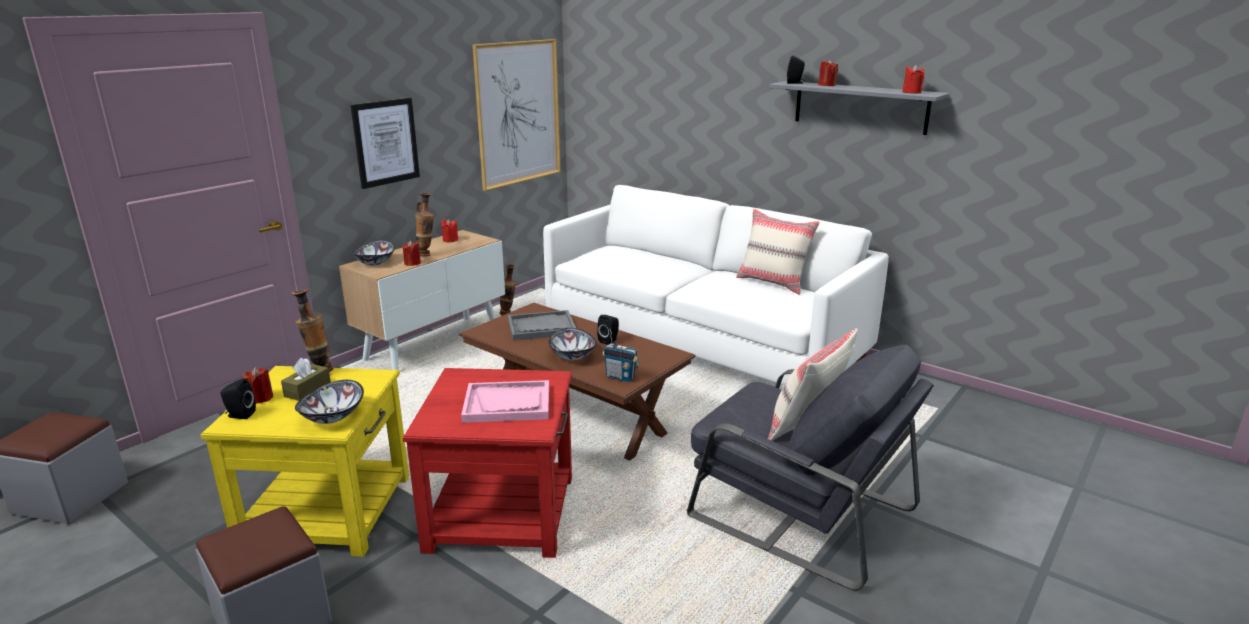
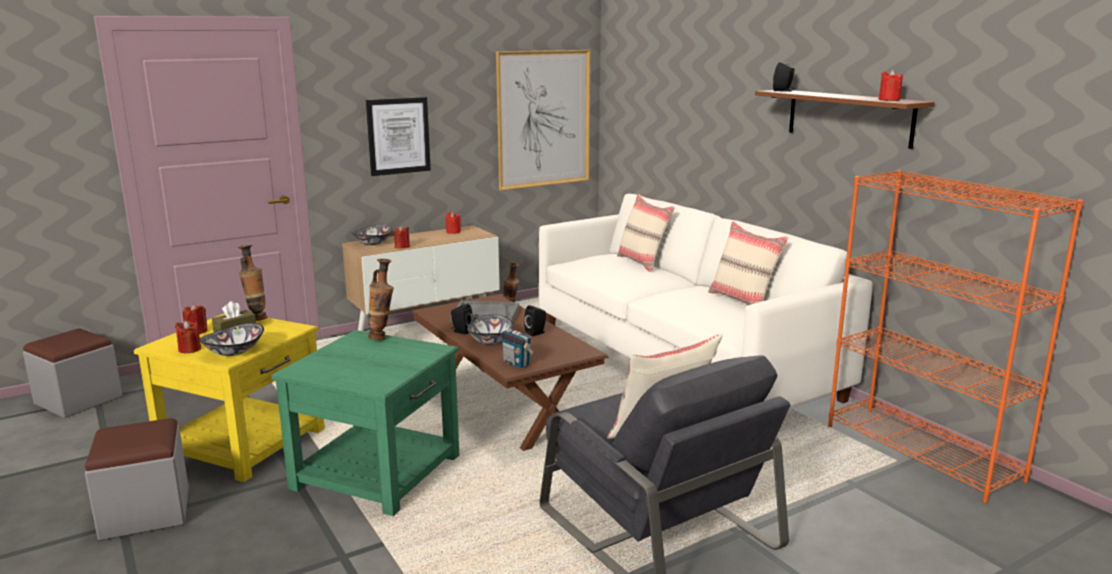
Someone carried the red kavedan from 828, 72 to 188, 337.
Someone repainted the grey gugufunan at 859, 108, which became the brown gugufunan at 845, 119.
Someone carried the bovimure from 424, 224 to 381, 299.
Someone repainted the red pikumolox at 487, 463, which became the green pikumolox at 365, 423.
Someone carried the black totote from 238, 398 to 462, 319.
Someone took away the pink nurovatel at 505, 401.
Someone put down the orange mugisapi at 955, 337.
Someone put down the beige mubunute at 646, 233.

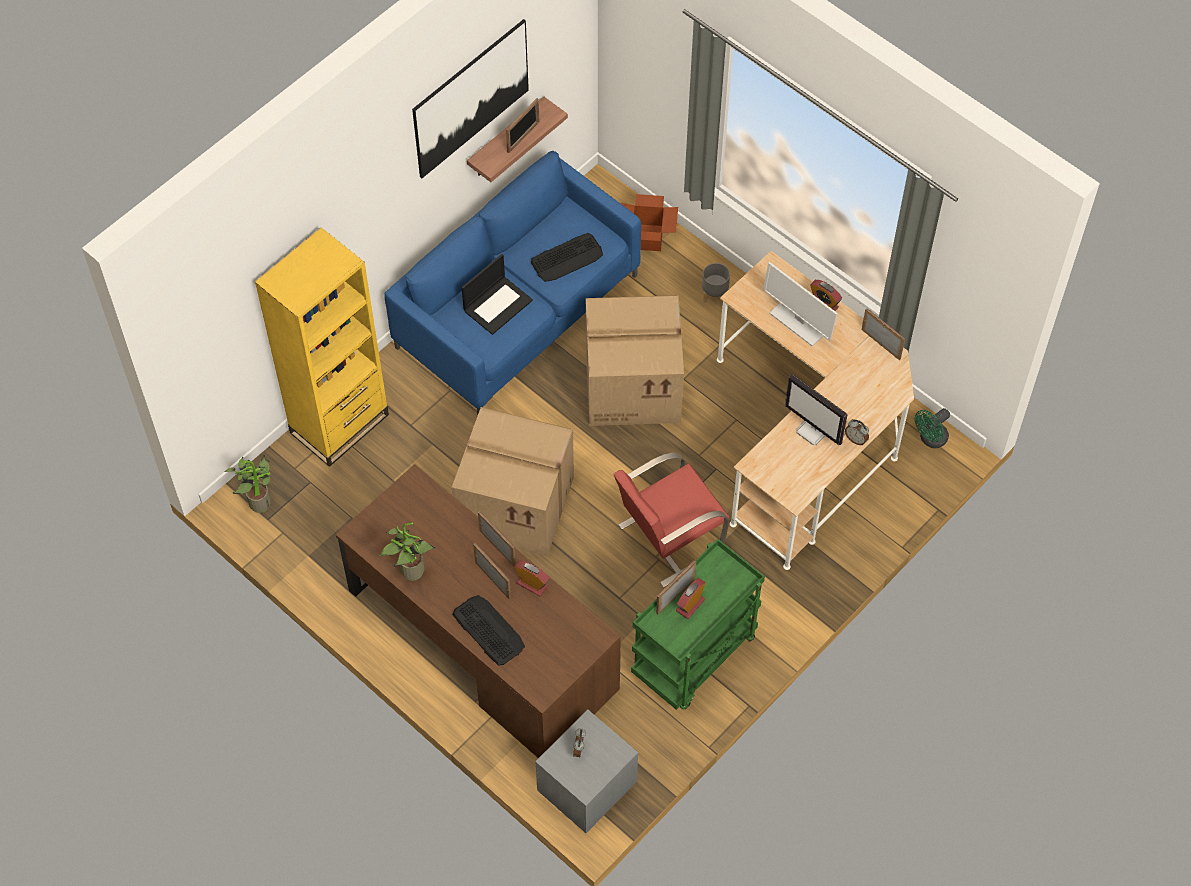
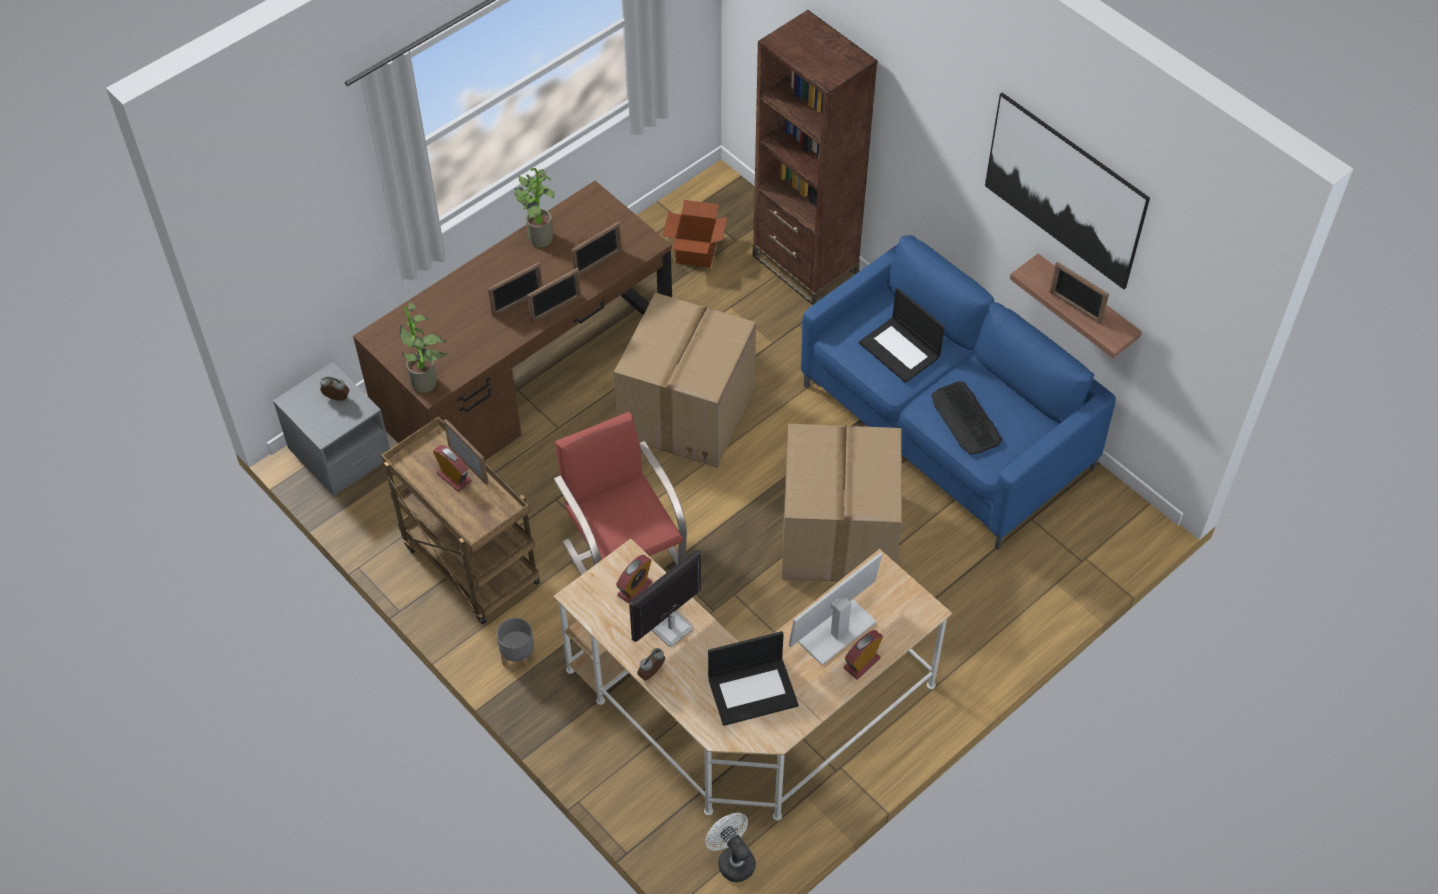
Someone carried the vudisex from 649, 222 to 694, 234.
Someone repainted the yellow mugisapi at 322, 347, which became the brown mugisapi at 815, 157.
Someone carried the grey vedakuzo from 716, 283 to 516, 644.
Someone carried the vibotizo from 883, 334 to 596, 249.
Someone repainted the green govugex at 932, 428, which became the white govugex at 730, 847.
Someone carried the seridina from 247, 483 to 423, 346.
Someone repainted the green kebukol at 698, 624, which became the brown kebukol at 460, 520.
Someone carried the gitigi from 532, 578 to 634, 578.
Someone took away the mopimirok at 489, 630.
Someone put down the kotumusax at 753, 678.

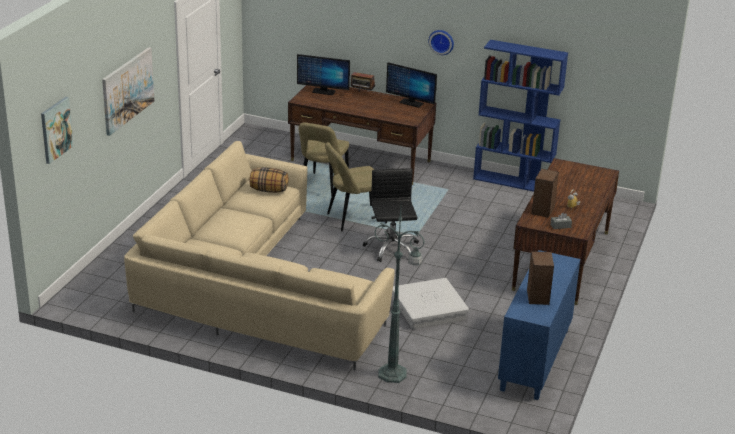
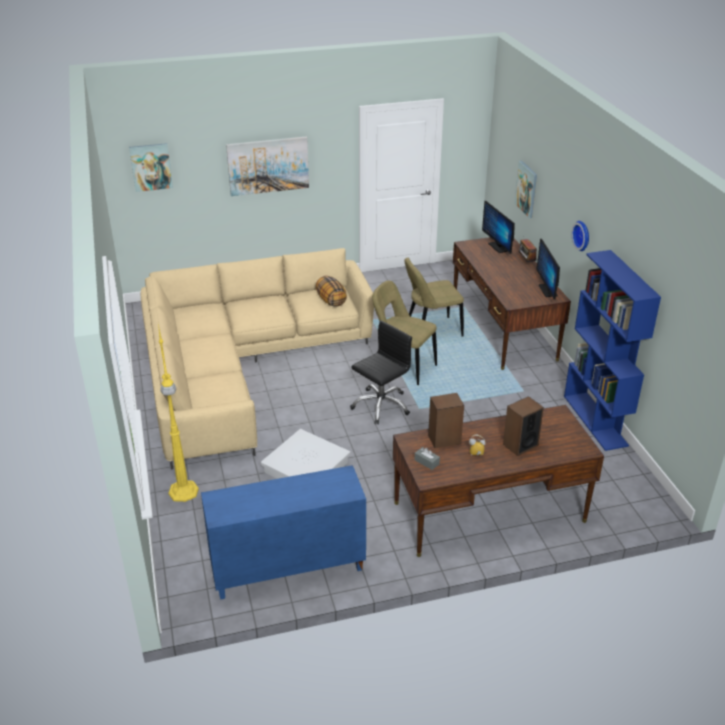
Someone repainted the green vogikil at 399, 295, which became the yellow vogikil at 178, 413.
Someone carried the totote from 540, 278 to 523, 426.
Someone put up the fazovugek at 526, 189.

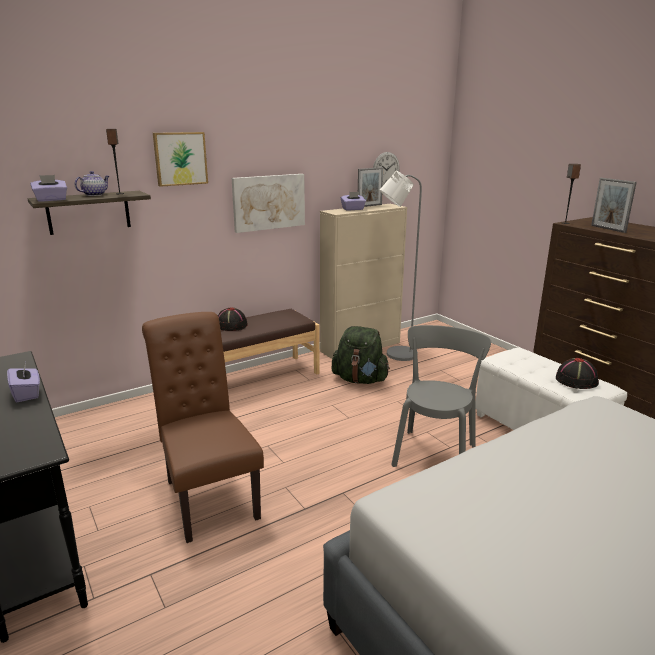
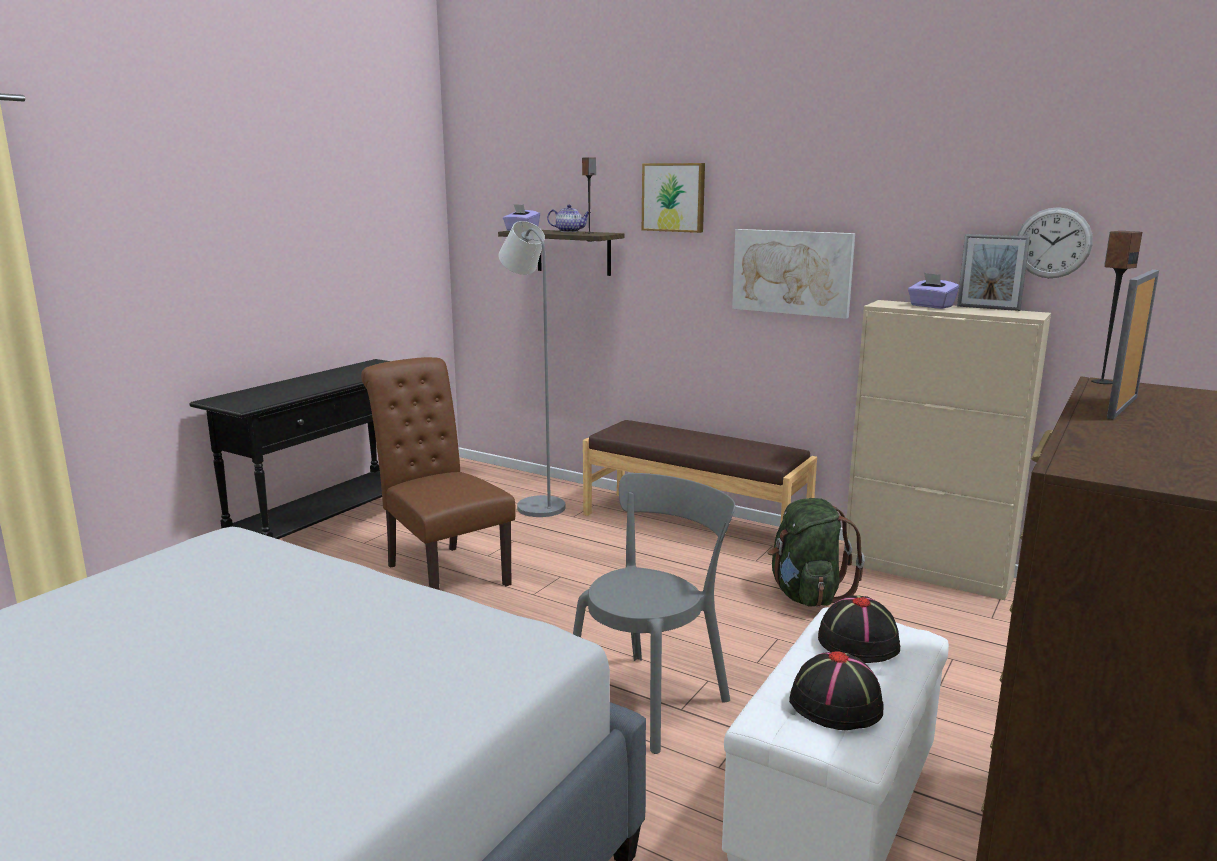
Someone carried the grey vogikil from 400, 266 to 532, 369.
Someone carried the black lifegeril from 233, 319 to 859, 629.
Someone rotated the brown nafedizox at 203, 427 by 75 degrees counterclockwise.
Someone rotated the grey nafedizox at 441, 396 by 45 degrees counterclockwise.
Someone took away the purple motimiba at 23, 382.

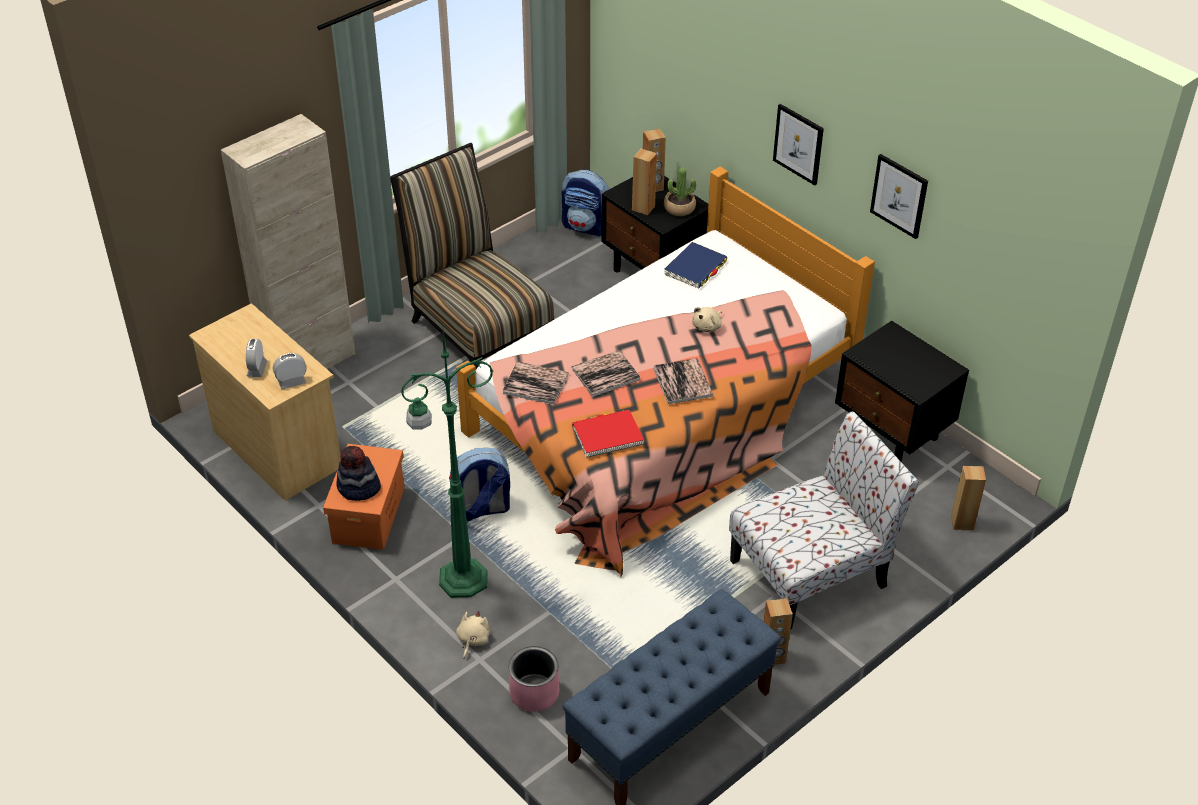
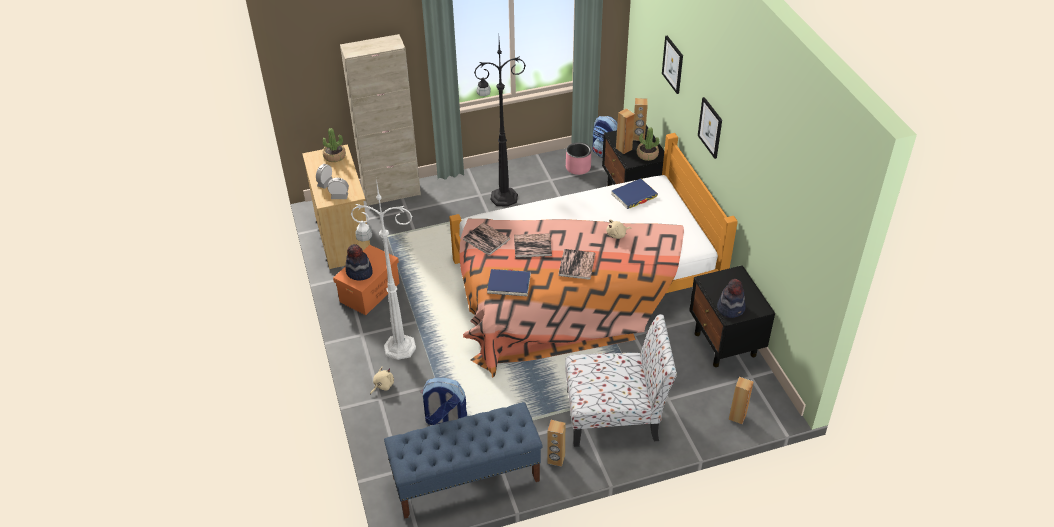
Someone swapped the nafedizox at 472, 256 for the black vogikil at 500, 124.
Someone carried the fazovugek from 899, 196 to 672, 65.
Someone repainted the green vogikil at 447, 464, which became the white vogikil at 383, 269.
Someone repainted the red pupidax at 608, 434, which became the blue pupidax at 509, 282.
Someone carried the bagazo from 479, 484 to 444, 401.
Someone carried the pink vedakuzo from 534, 679 to 578, 158.
Someone put down the seridina at 334, 145.
Someone put down the lifegeril at 731, 298.

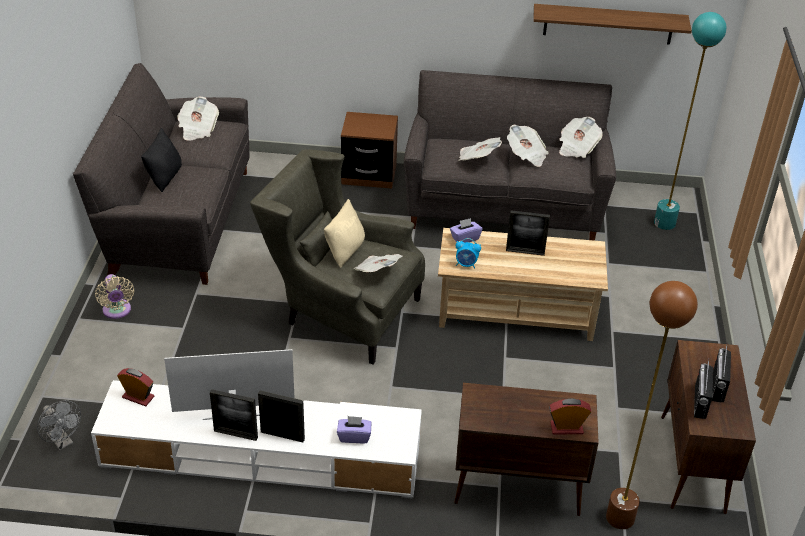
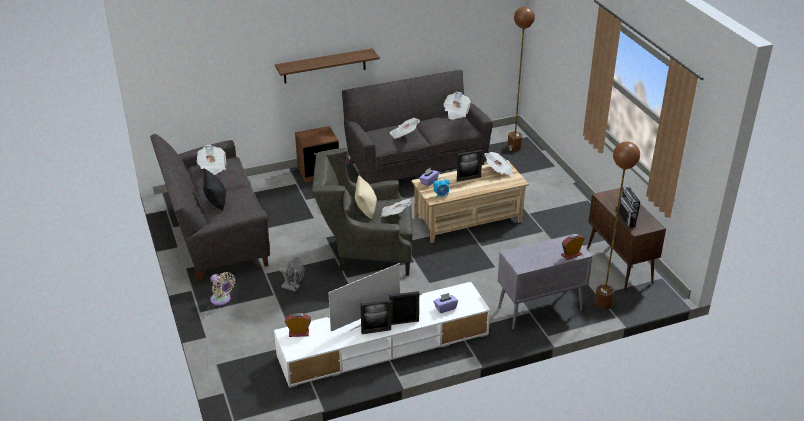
Someone carried the gugufunan from 612, 24 to 327, 65.
Someone repainted the turquoise vogikil at 690, 121, which became the brown vogikil at 521, 79.
Someone carried the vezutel from 528, 145 to 498, 164.
Someone repainted the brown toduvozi at 526, 449, which became the grey toduvozi at 545, 281.
Someone carried the grey govugex from 59, 425 to 291, 274.

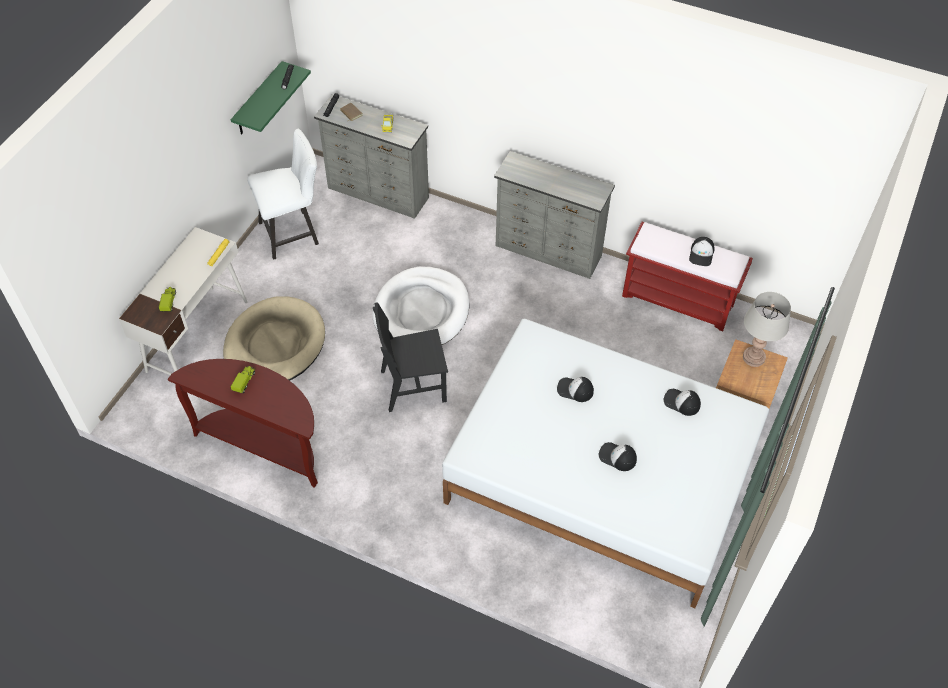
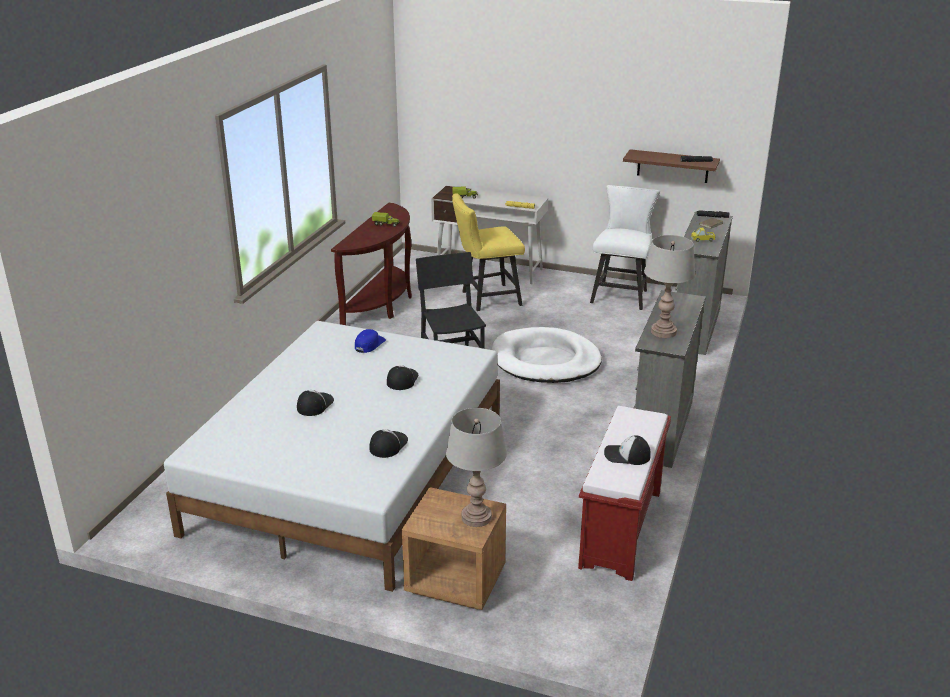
Someone repainted the green gugufunan at 271, 97, which became the brown gugufunan at 671, 166.
Someone rotated the white nafedizox at 283, 194 by 135 degrees counterclockwise.
Someone swapped the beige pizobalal at 274, 339 for the yellow nafedizox at 488, 252.
Someone put down the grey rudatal at 669, 286.
Someone put down the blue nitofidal at 370, 341.

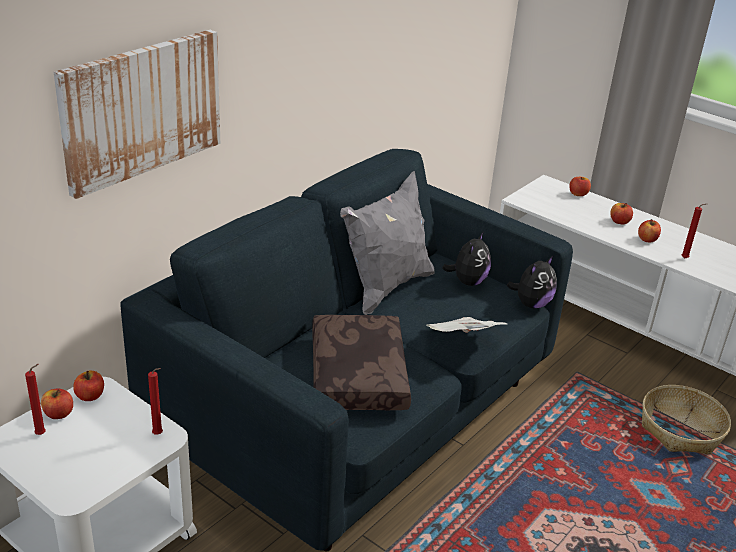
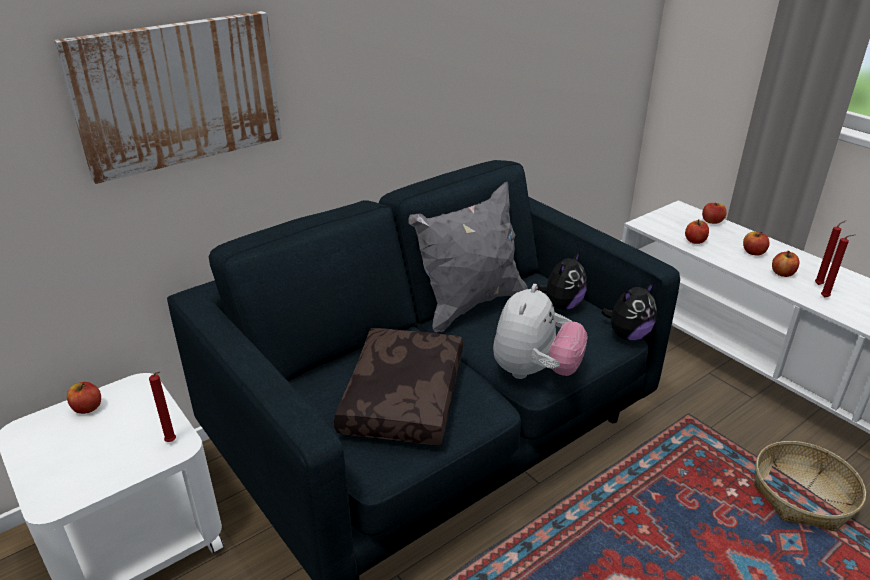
Someone swapped the vezutel at 466, 325 for the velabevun at 540, 331.
Someone carried the red kavedan from 35, 399 to 830, 252.
Someone carried the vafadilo from 88, 385 to 697, 232.

